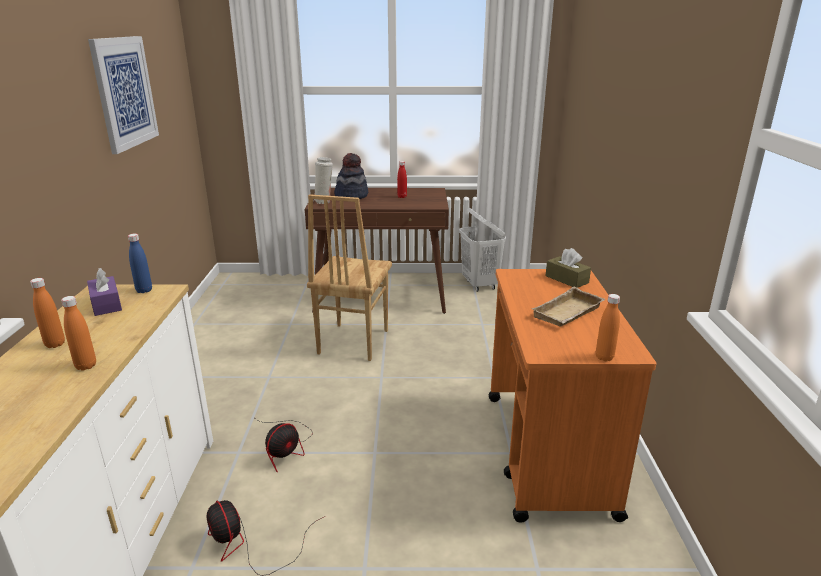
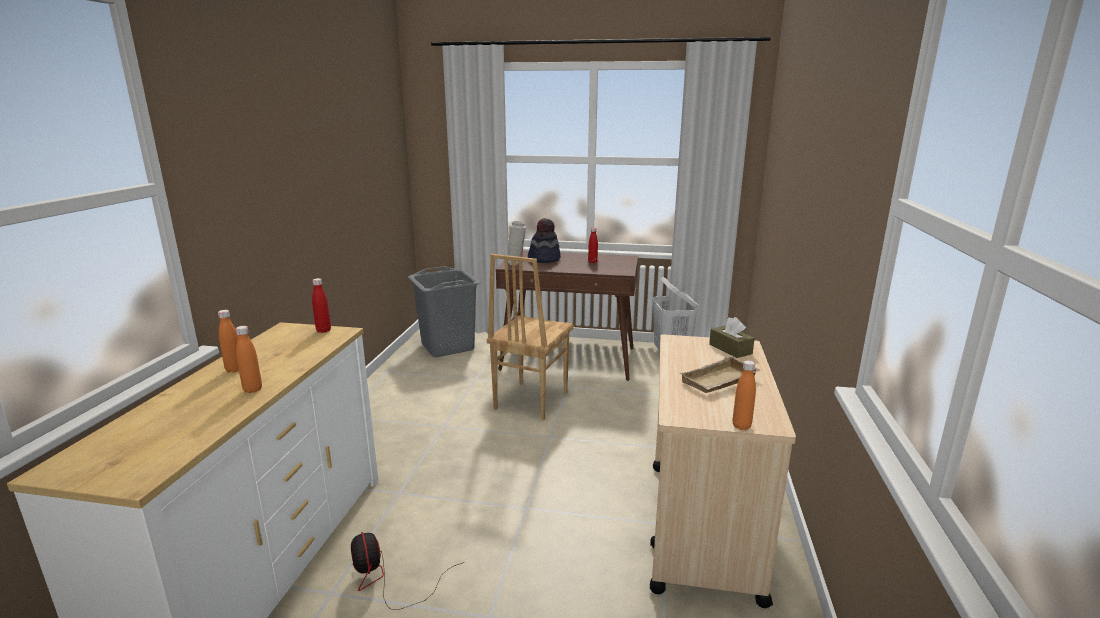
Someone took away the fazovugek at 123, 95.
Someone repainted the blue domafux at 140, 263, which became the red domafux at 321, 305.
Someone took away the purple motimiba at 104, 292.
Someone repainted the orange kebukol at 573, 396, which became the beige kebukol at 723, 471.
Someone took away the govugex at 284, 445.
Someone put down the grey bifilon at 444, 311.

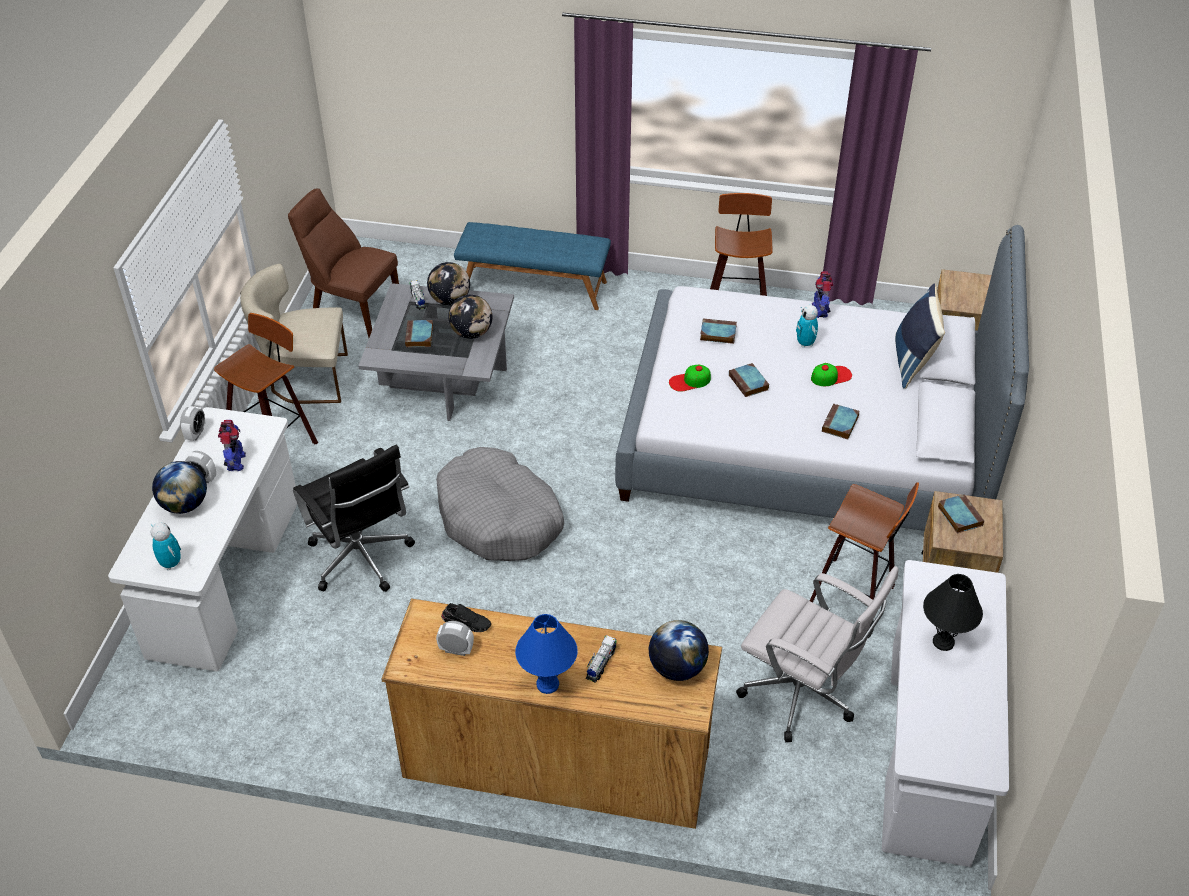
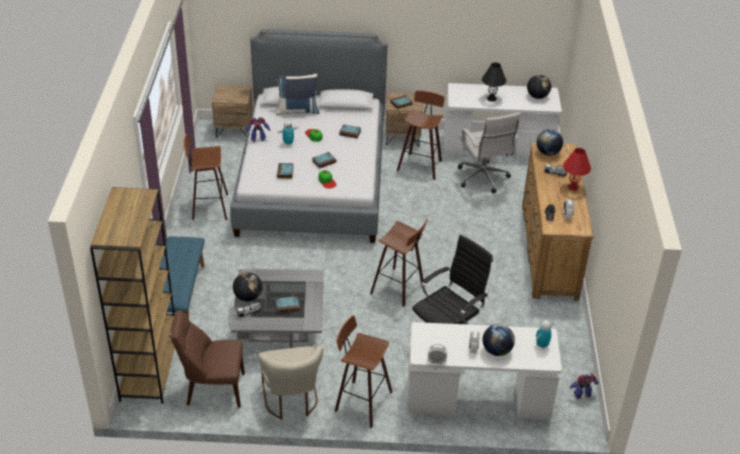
Someone rotated the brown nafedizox at 343, 263 by 75 degrees clockwise.
Someone carried the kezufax from 470, 317 to 539, 87.
Someone carried the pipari from 232, 445 to 584, 386.
Someone swapped the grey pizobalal at 500, 504 for the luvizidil at 399, 263.
Someone rotated the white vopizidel at 817, 654 by 135 degrees clockwise.
Someone repainted the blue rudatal at 546, 654, which became the red rudatal at 577, 169.
Someone put down the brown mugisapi at 132, 295.

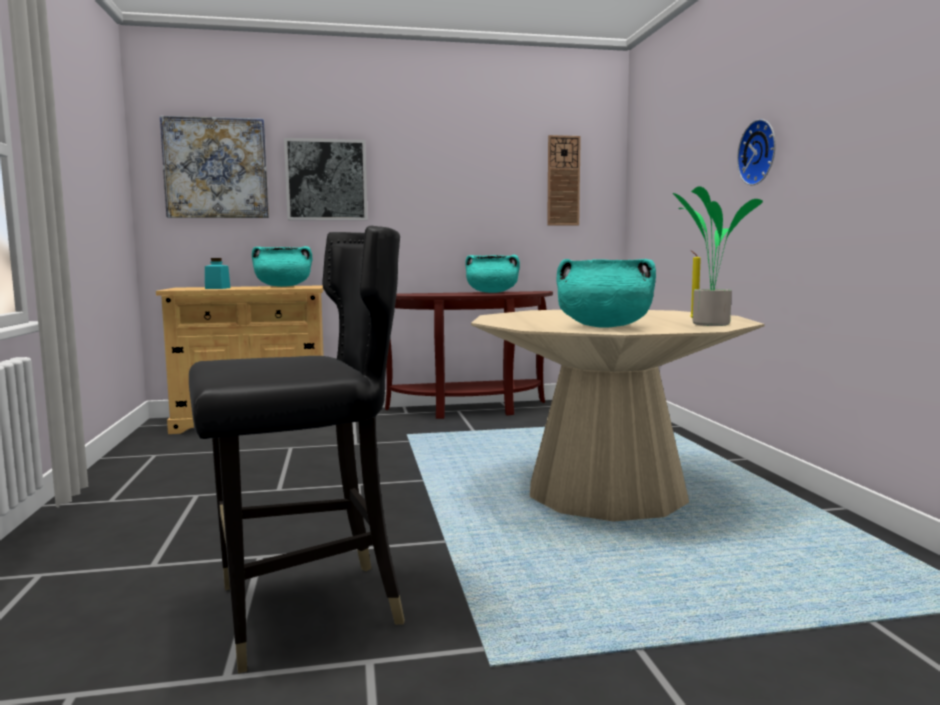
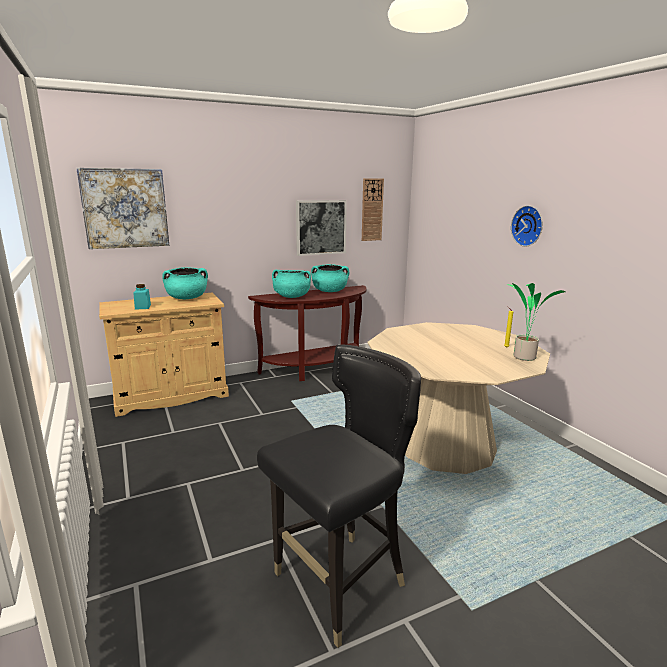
Someone carried the fazovugek from 326, 179 to 321, 228.
Someone carried the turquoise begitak from 606, 293 to 291, 284.

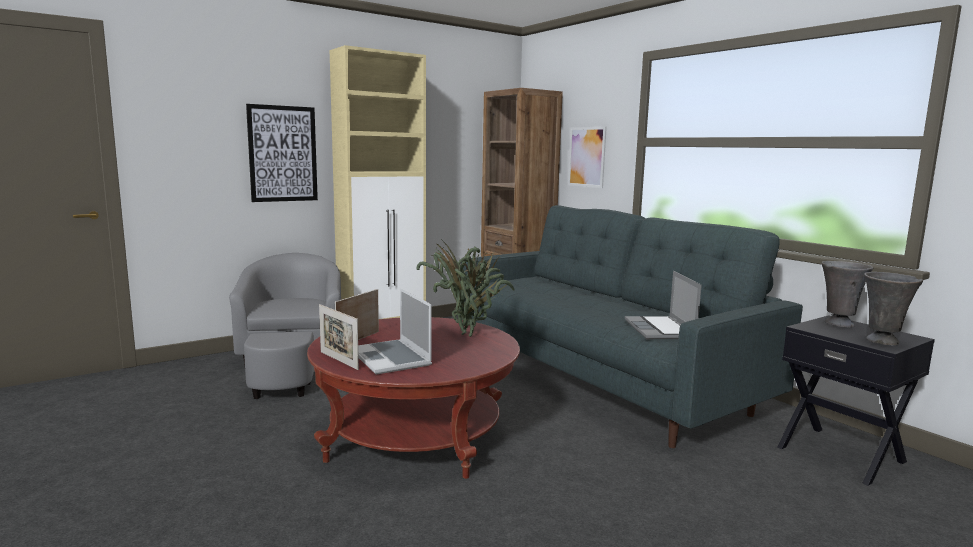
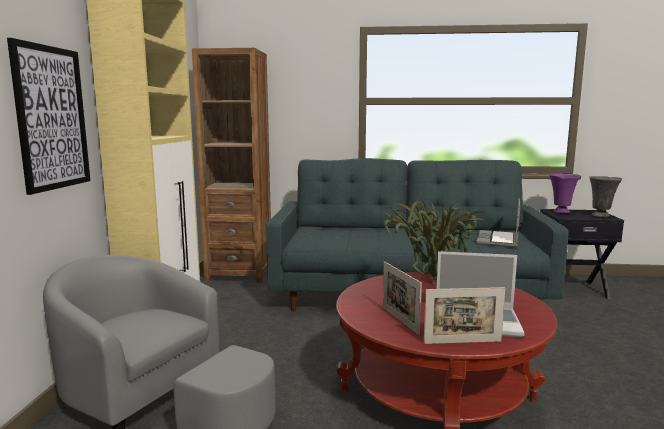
Someone took away the fazovugek at 587, 157.
Someone repainted the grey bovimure at 847, 294, which became the purple bovimure at 564, 193.
Someone rotated the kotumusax at 663, 305 by 75 degrees clockwise.

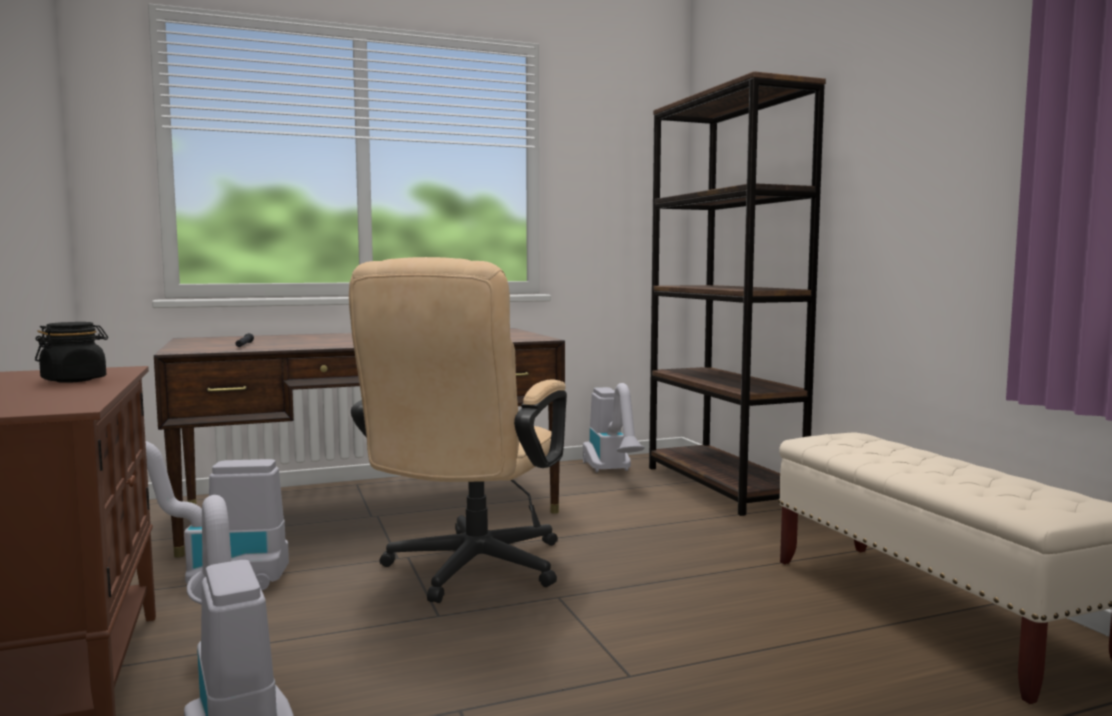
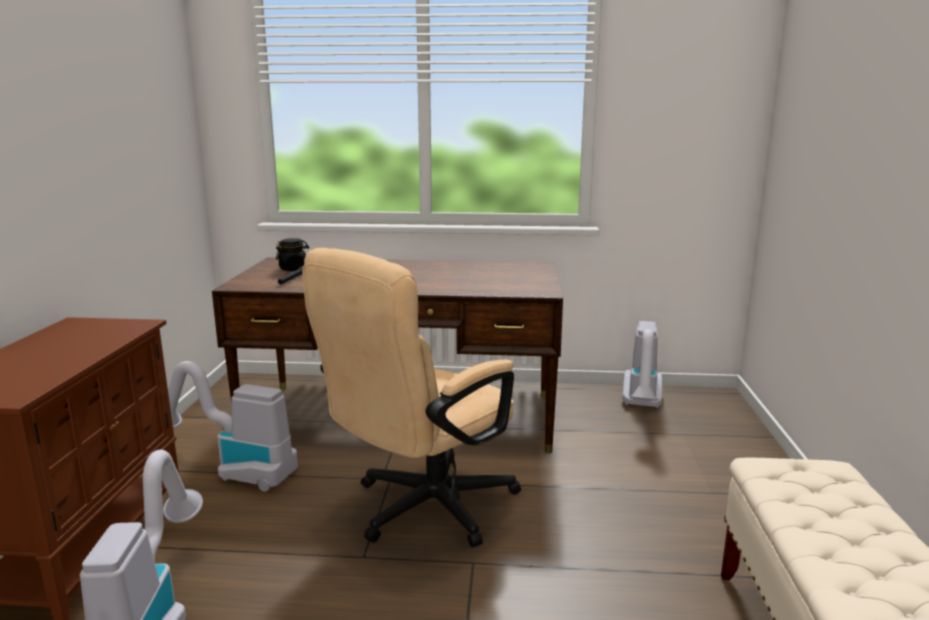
Someone took away the brown mugisapi at 737, 293.
Someone carried the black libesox from 71, 352 to 292, 254.

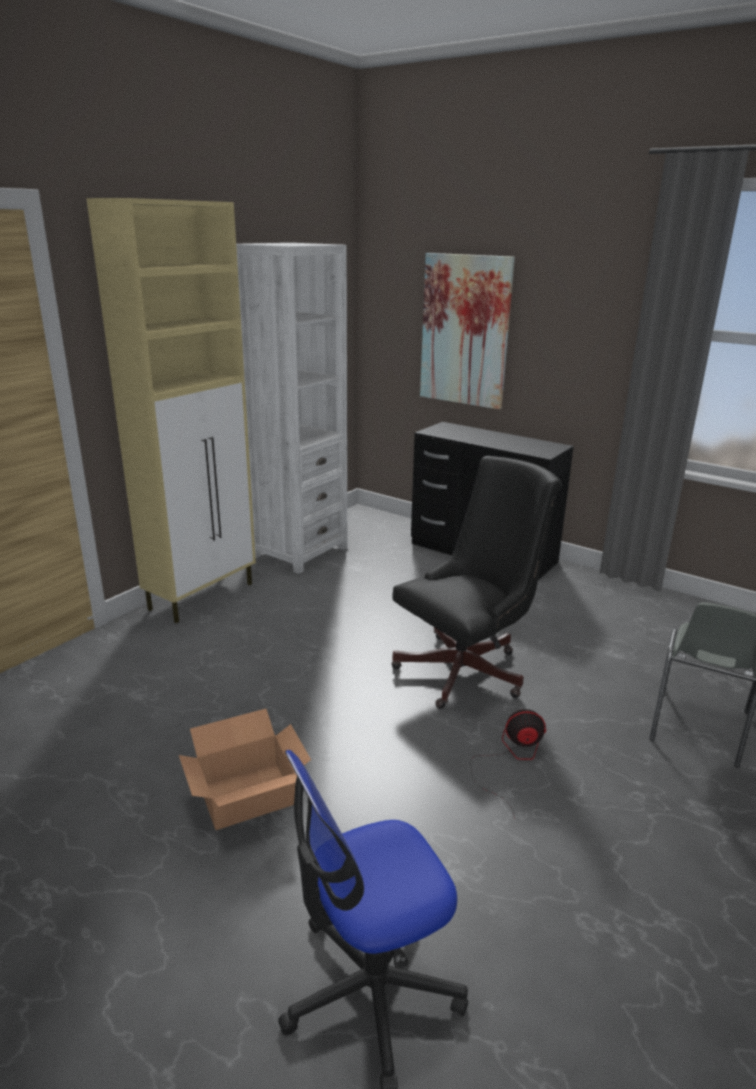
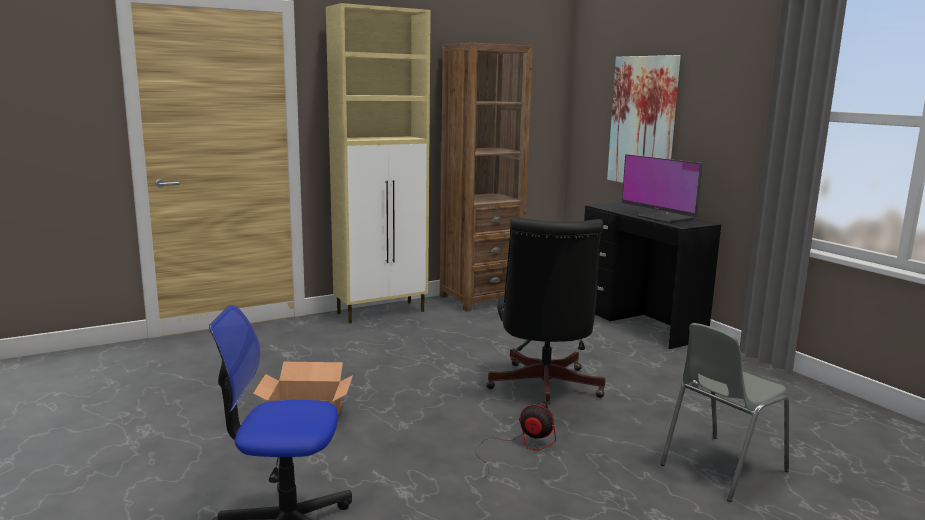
Someone repainted the white mugisapi at 291, 408, which became the brown mugisapi at 486, 177.
Someone rotated the black vopizidel at 476, 582 by 105 degrees clockwise.
Someone put down the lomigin at 662, 188.

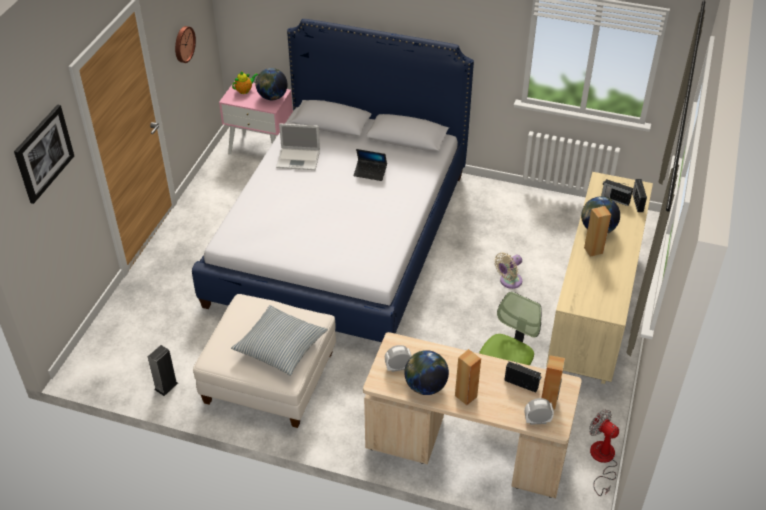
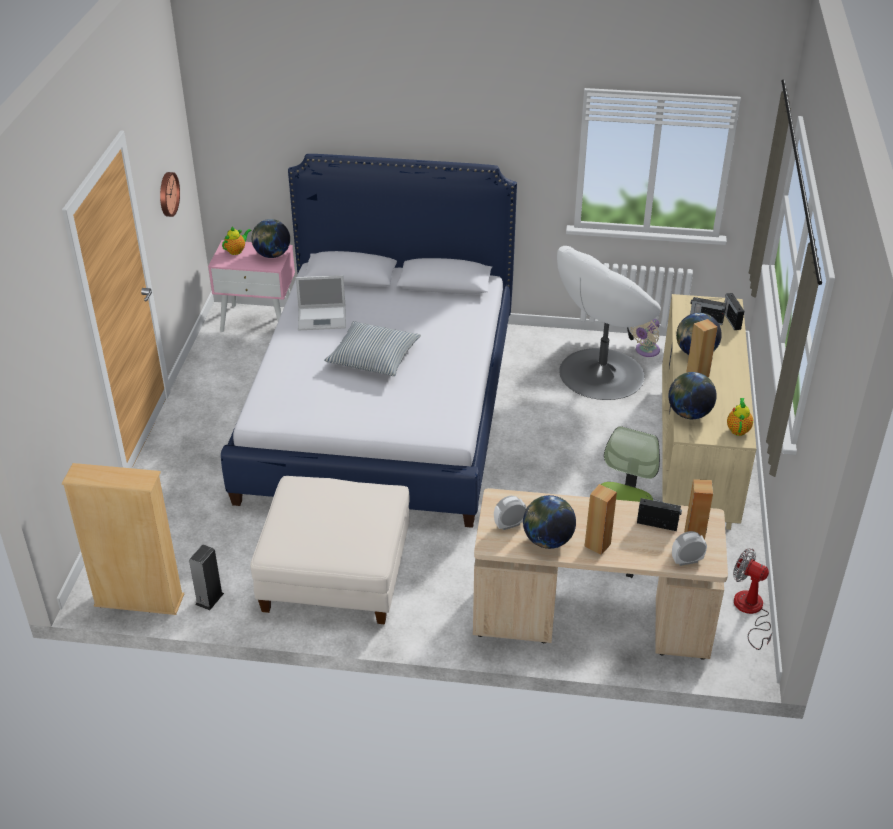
Someone took away the fazovugek at 44, 154.
Someone took away the kotumusax at 370, 165.
Someone carried the beige govugex from 508, 270 to 645, 338.
Someone carried the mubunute from 279, 340 to 372, 348.
Someone put down the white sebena at 609, 323.
Someone put down the kezufax at 692, 395.
Someone put down the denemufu at 740, 417.
Someone put down the beige mugisapi at 123, 539.

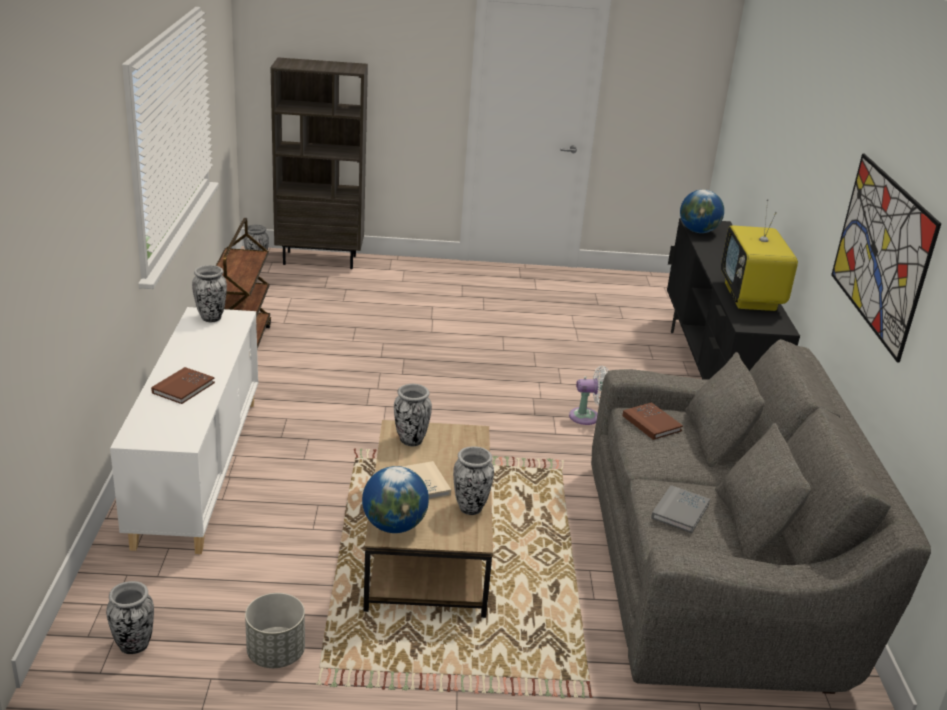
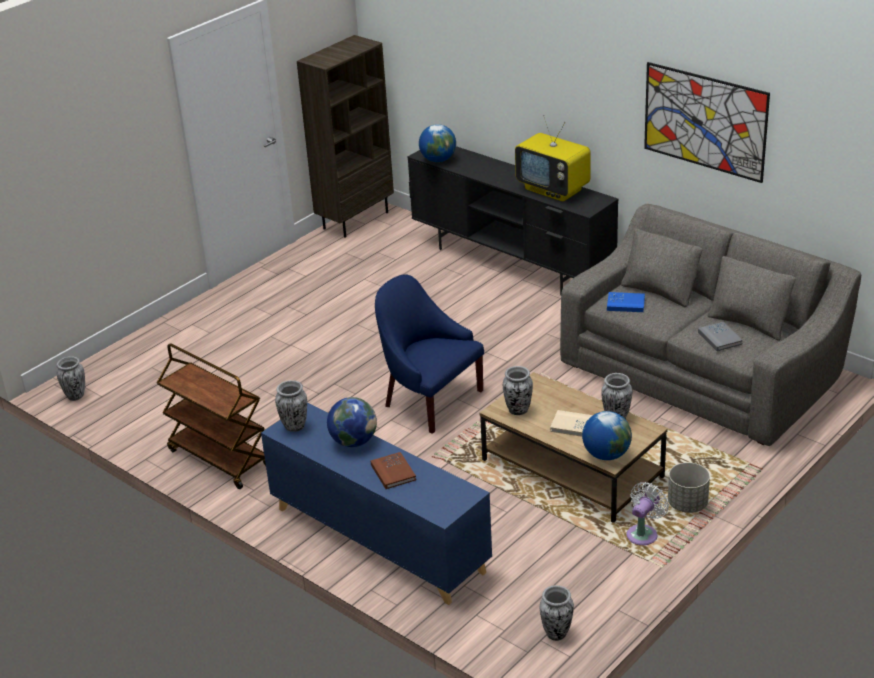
Someone carried the brown mugisapi from 319, 163 to 345, 136.
Someone repainted the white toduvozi at 184, 430, which became the blue toduvozi at 376, 504.
Someone carried the white govugex from 589, 395 to 648, 513.
Someone repainted the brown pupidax at 652, 421, which became the blue pupidax at 626, 302.
Someone carried the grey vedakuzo from 275, 630 to 689, 487.
Someone put down the blue sebena at 429, 354.
Someone put down the kezufax at 352, 422.

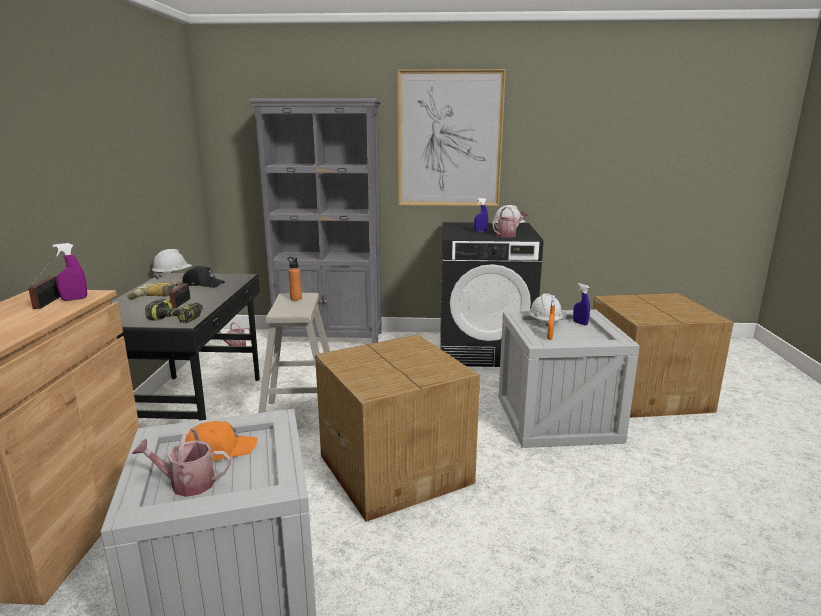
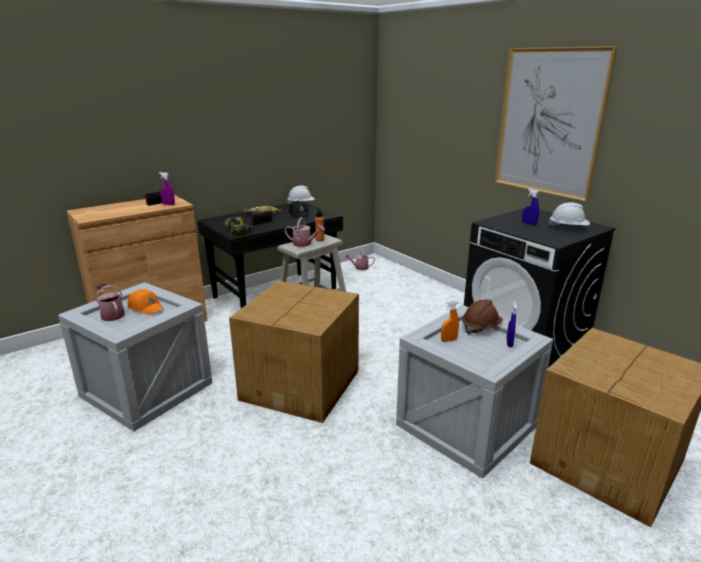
Someone took away the grey mugisapi at 315, 221.
Someone carried the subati from 510, 222 to 305, 232.
Someone repainted the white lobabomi at 546, 310, which became the brown lobabomi at 482, 316.

